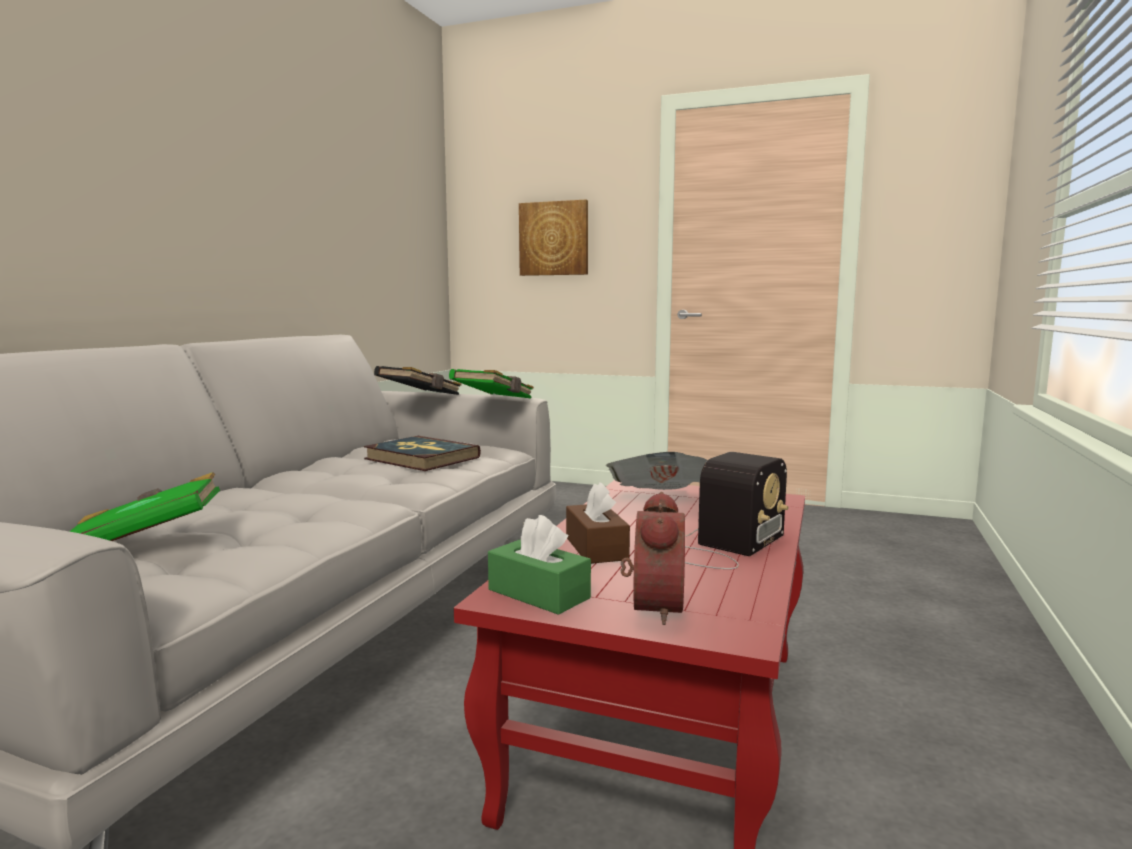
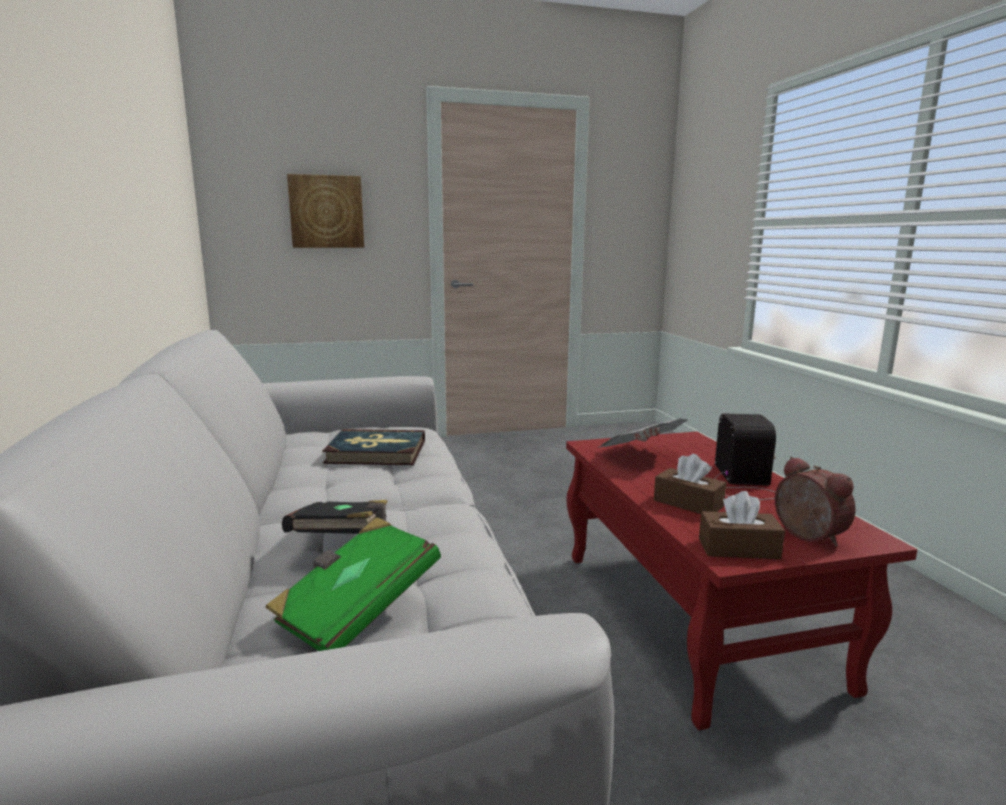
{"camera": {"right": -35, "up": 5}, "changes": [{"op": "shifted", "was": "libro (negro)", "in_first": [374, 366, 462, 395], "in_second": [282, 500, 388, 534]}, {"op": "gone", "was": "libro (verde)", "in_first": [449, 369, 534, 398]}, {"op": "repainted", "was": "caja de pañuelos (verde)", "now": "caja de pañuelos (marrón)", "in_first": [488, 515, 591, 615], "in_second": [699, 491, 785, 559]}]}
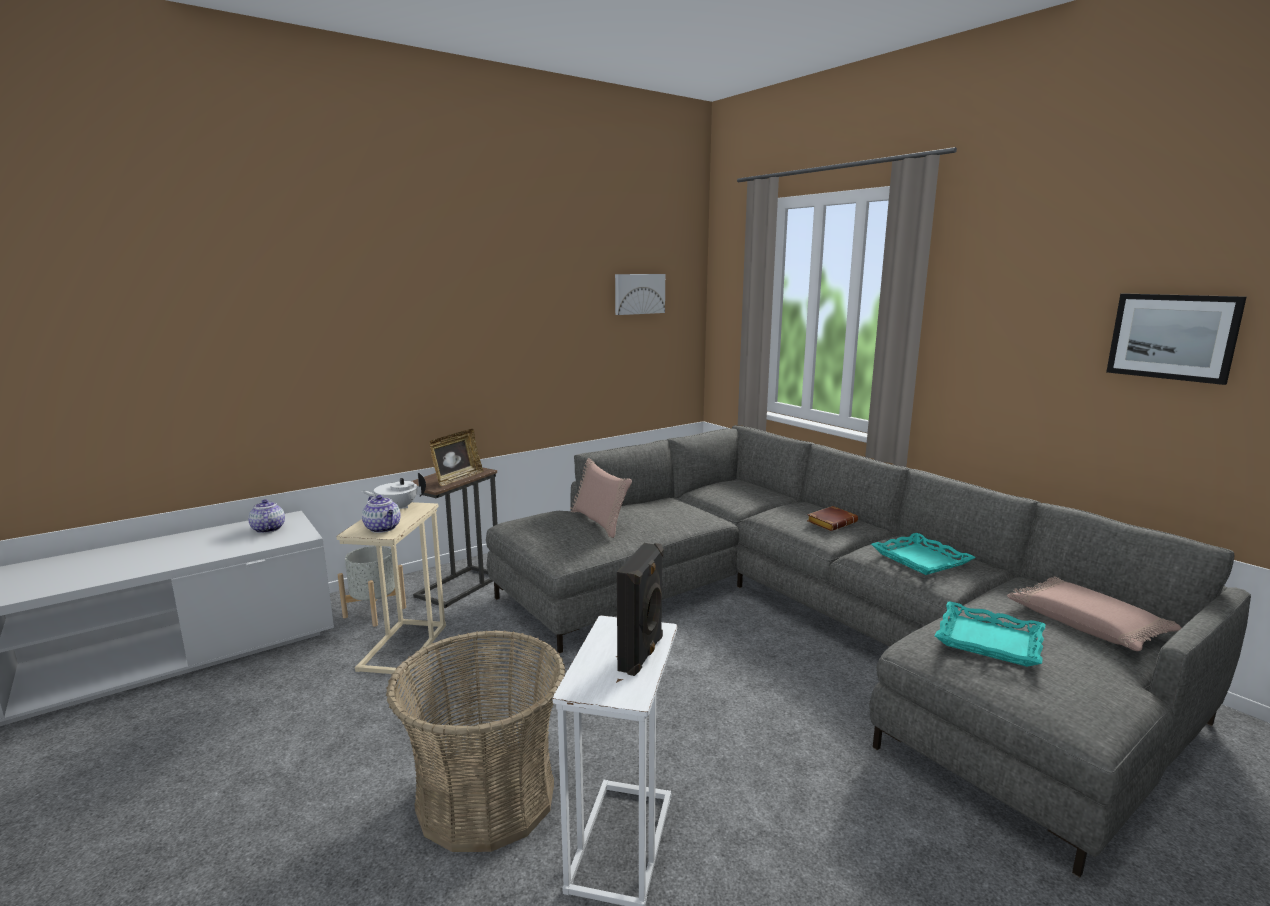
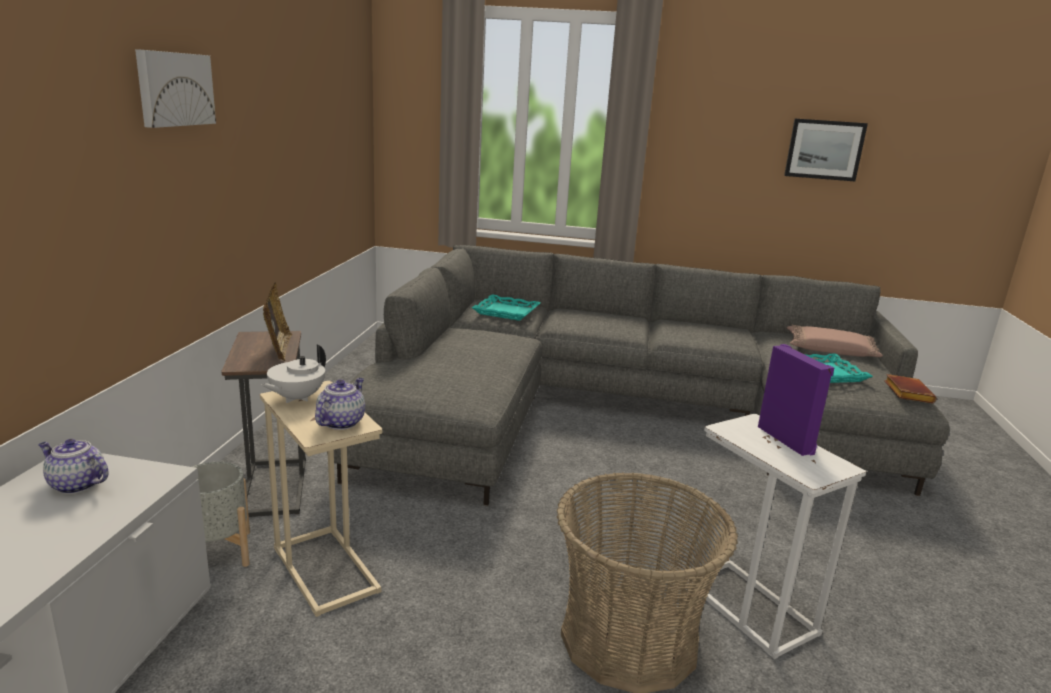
{"camera": {"right": -45, "up": 5}, "changes": [{"op": "shifted", "was": "cuadro", "in_first": [615, 274, 665, 315], "in_second": [135, 49, 216, 128]}, {"op": "gone", "was": "cojín (beis)", "in_first": [570, 458, 632, 538]}, {"op": "rotated", "was": "tetera", "in_first": [362, 495, 401, 533], "in_second": [315, 378, 365, 430], "clockwise": -75}, {"op": "shifted", "was": "libro (marrón)", "in_first": [807, 506, 858, 531], "in_second": [884, 374, 937, 403]}, {"op": "shifted", "was": "bandeja (turquesa)", "in_first": [871, 533, 976, 575], "in_second": [472, 294, 541, 321]}, {"op": "repainted", "was": "altavoz (negro)", "now": "altavoz (morado)", "in_first": [617, 543, 664, 676], "in_second": [758, 344, 834, 456]}]}
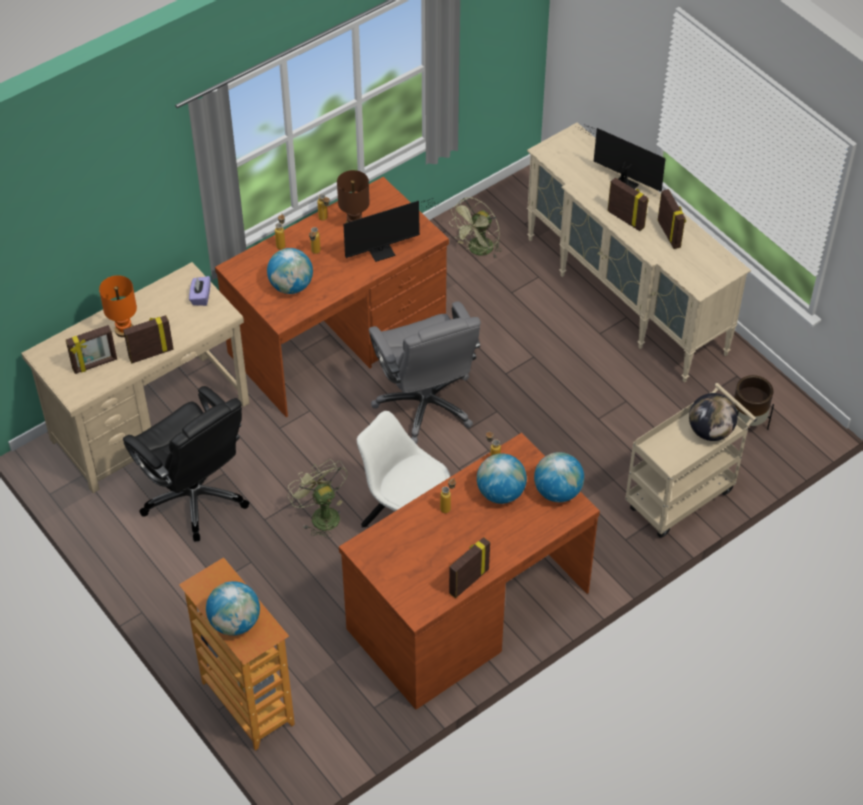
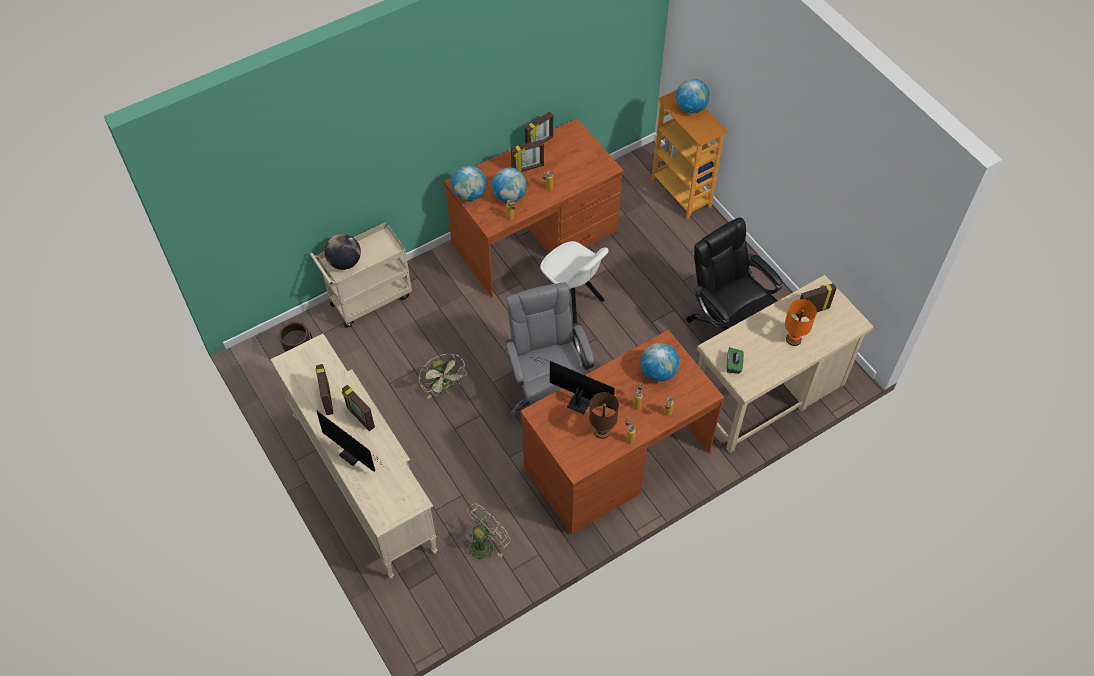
{"camera": {"right": -175, "up": 5}, "changes": [{"op": "rotated", "was": "monitor", "in_first": [343, 198, 443, 262], "in_second": [530, 357, 615, 414], "clockwise": 45}, {"op": "repainted", "was": "caja de pañuelos (morado)", "now": "caja de pañuelos (verde)", "in_first": [189, 276, 211, 306], "in_second": [727, 347, 744, 374]}, {"op": "shifted", "was": "portarretratos", "in_first": [123, 315, 174, 364], "in_second": [511, 140, 544, 172]}, {"op": "shifted", "was": "ventilador (verde)", "in_first": [288, 459, 348, 539], "in_second": [419, 354, 467, 399]}]}
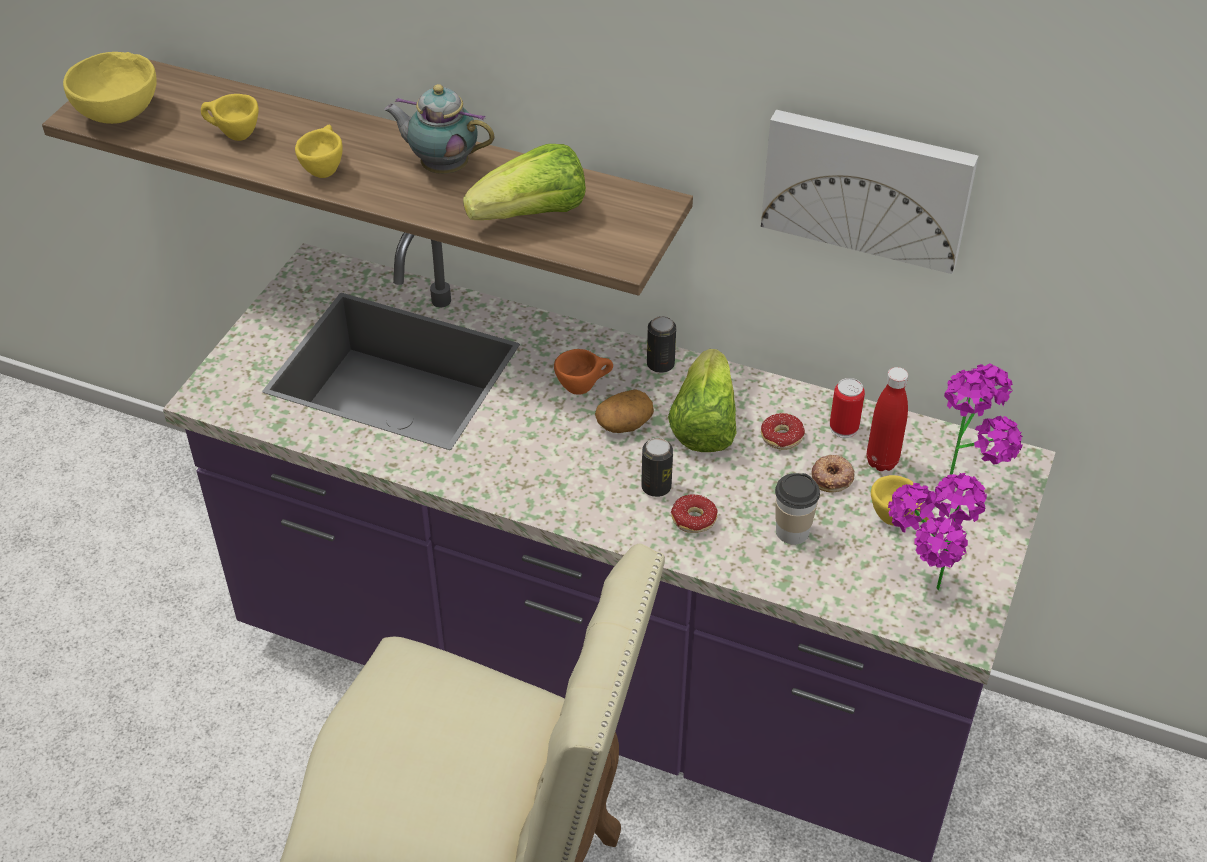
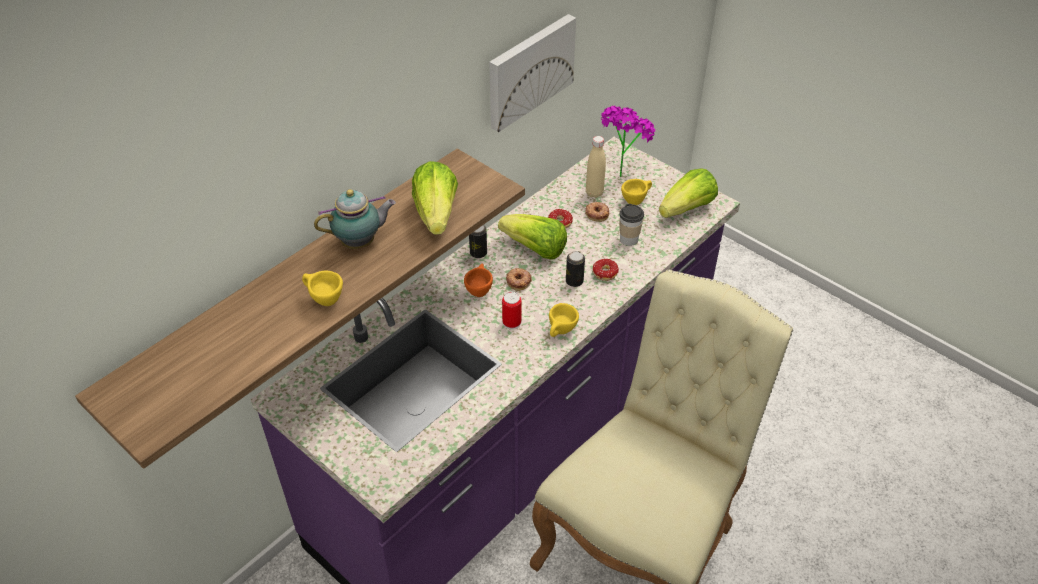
{"camera": {"right": -70, "up": 0}, "changes": [{"op": "gone", "was": "cuenco (amarillo)", "in_first": [63, 52, 157, 124]}, {"op": "rotated", "was": "tetera", "in_first": [384, 84, 495, 174], "in_second": [314, 189, 396, 249], "clockwise": -150}, {"op": "shifted", "was": "taza (amarillo)", "in_first": [201, 94, 259, 141], "in_second": [549, 303, 579, 337]}, {"op": "repainted", "was": "botella (rojo)", "now": "botella (beis)", "in_first": [867, 367, 908, 471], "in_second": [586, 136, 606, 198]}, {"op": "shifted", "was": "lata", "in_first": [830, 378, 865, 438], "in_second": [502, 292, 522, 330]}, {"op": "swapped", "was": "patata", "now": "rosquilla", "in_first": [595, 389, 654, 433], "in_second": [506, 268, 532, 291]}, {"op": "swapped", "was": "planta en maceta", "now": "lechuga", "in_first": [888, 473, 987, 590], "in_second": [659, 169, 718, 218]}]}
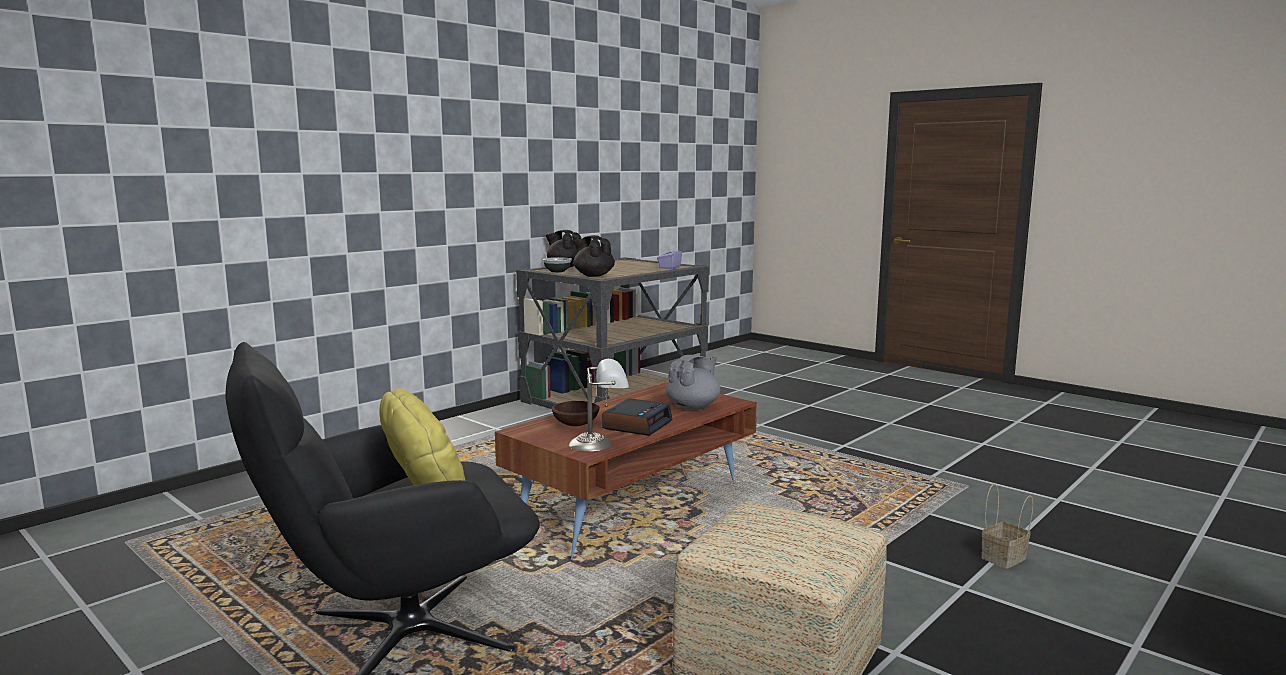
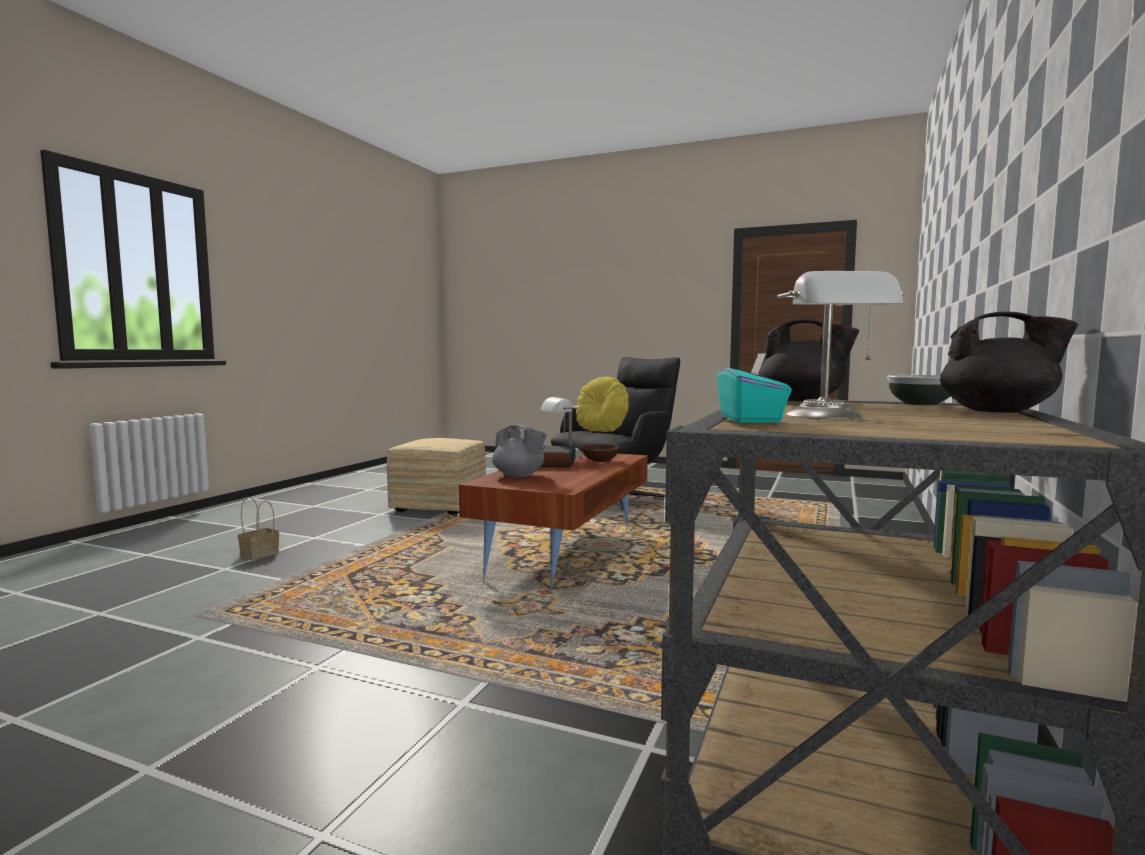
{"camera": {"right": 160, "up": -5}, "changes": [{"op": "repainted", "was": "caja de pañuelos (morado)", "now": "caja de pañuelos (turquesa)", "in_first": [657, 245, 682, 269], "in_second": [717, 352, 792, 423]}, {"op": "rotated", "was": "tetera (gris)", "in_first": [665, 355, 720, 410], "in_second": [492, 425, 547, 477], "clockwise": -75}, {"op": "new", "now": "lámpara de mesa (blanco)", "in_second": [777, 271, 904, 419]}]}
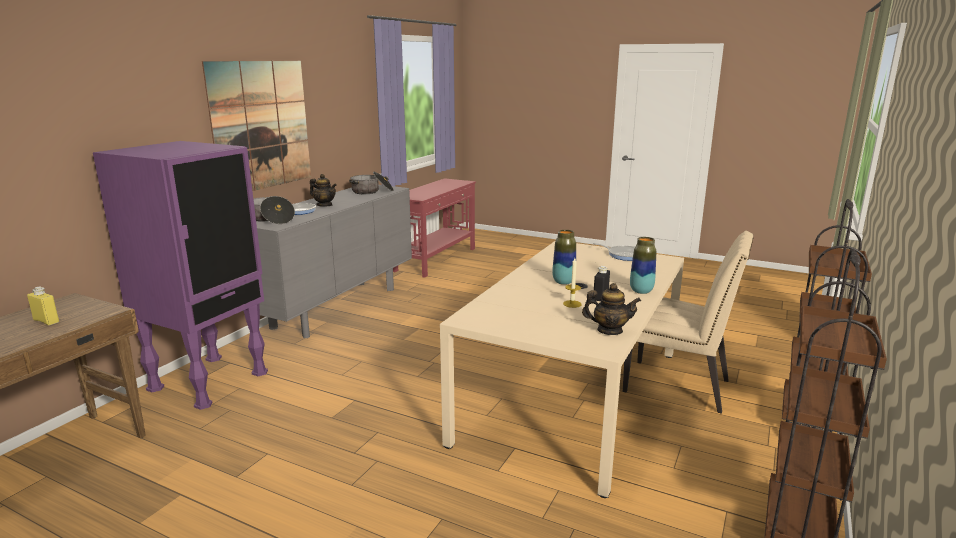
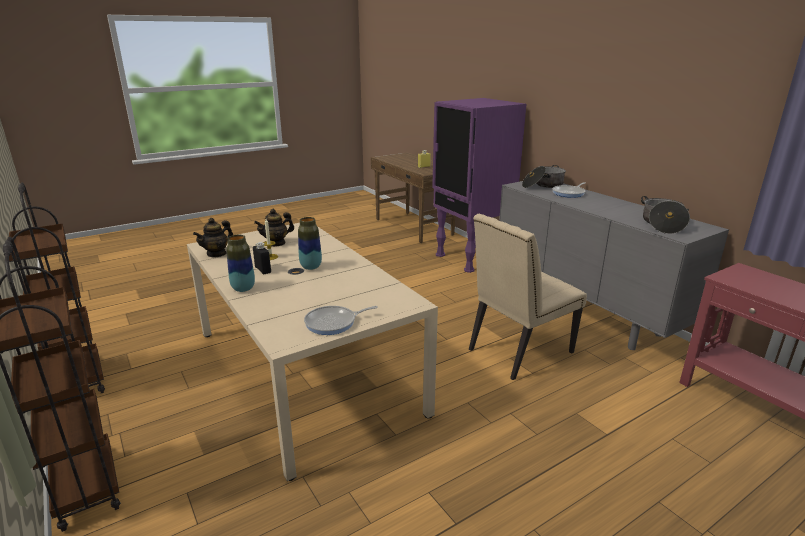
{"camera": {"right": 120, "up": 5}, "changes": [{"op": "gone", "was": "cuadro", "in_first": [202, 61, 311, 191]}, {"op": "shifted", "was": "tetera", "in_first": [310, 174, 337, 206], "in_second": [254, 209, 294, 247]}, {"op": "shifted", "was": "silla (beis)", "in_first": [623, 231, 753, 414], "in_second": [469, 214, 587, 380]}]}
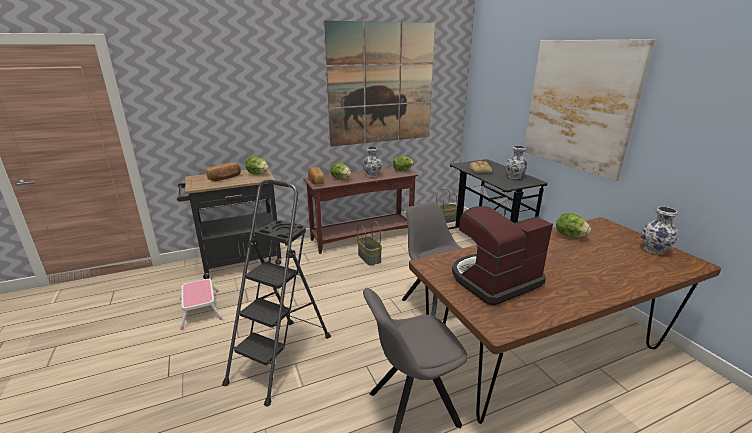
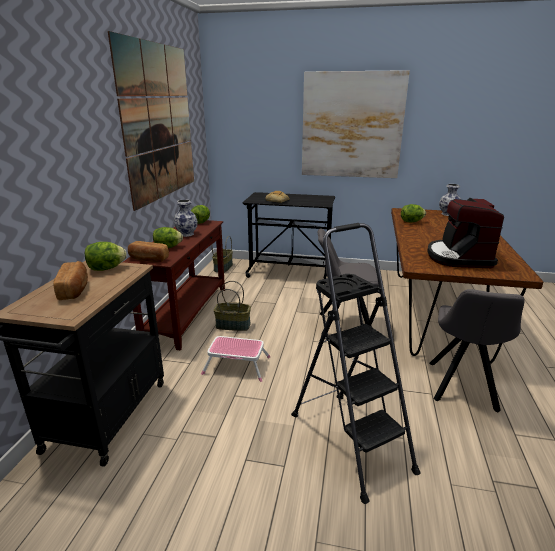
{"camera": {"right": -55, "up": 0}, "changes": [{"op": "gone", "was": "florero", "in_first": [506, 146, 528, 179]}, {"op": "shifted", "was": "escalera de tijera (rosa)", "in_first": [180, 279, 223, 330], "in_second": [201, 336, 270, 382]}]}
